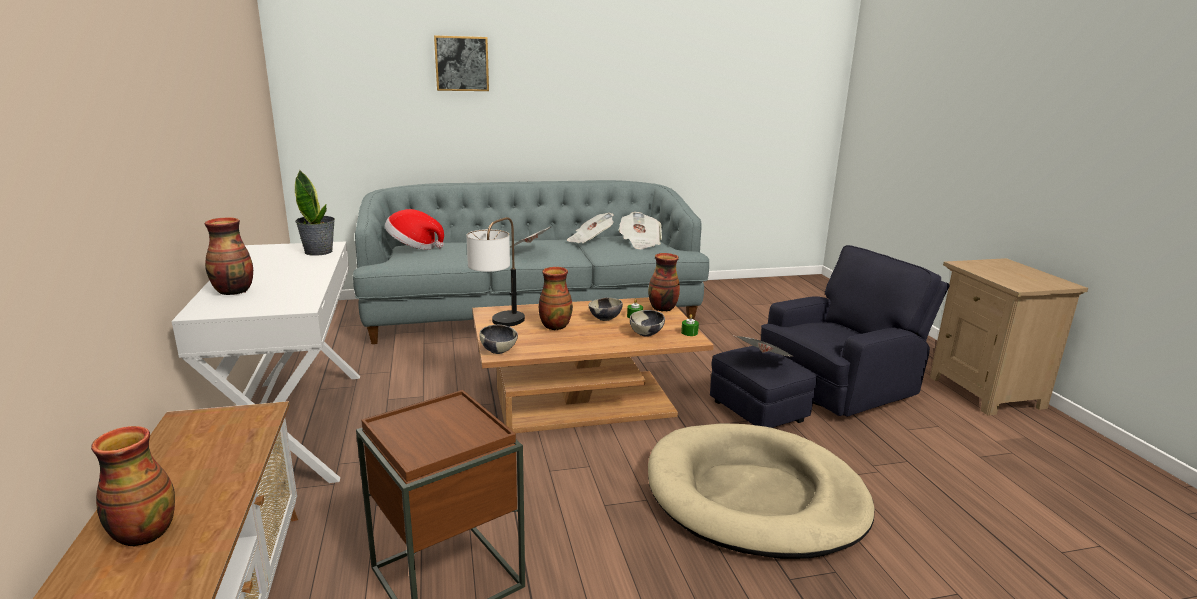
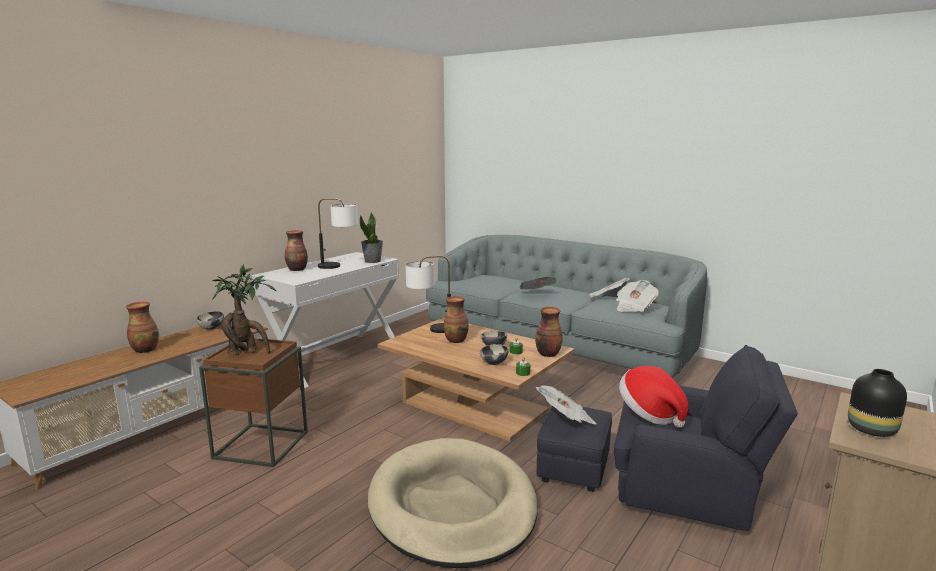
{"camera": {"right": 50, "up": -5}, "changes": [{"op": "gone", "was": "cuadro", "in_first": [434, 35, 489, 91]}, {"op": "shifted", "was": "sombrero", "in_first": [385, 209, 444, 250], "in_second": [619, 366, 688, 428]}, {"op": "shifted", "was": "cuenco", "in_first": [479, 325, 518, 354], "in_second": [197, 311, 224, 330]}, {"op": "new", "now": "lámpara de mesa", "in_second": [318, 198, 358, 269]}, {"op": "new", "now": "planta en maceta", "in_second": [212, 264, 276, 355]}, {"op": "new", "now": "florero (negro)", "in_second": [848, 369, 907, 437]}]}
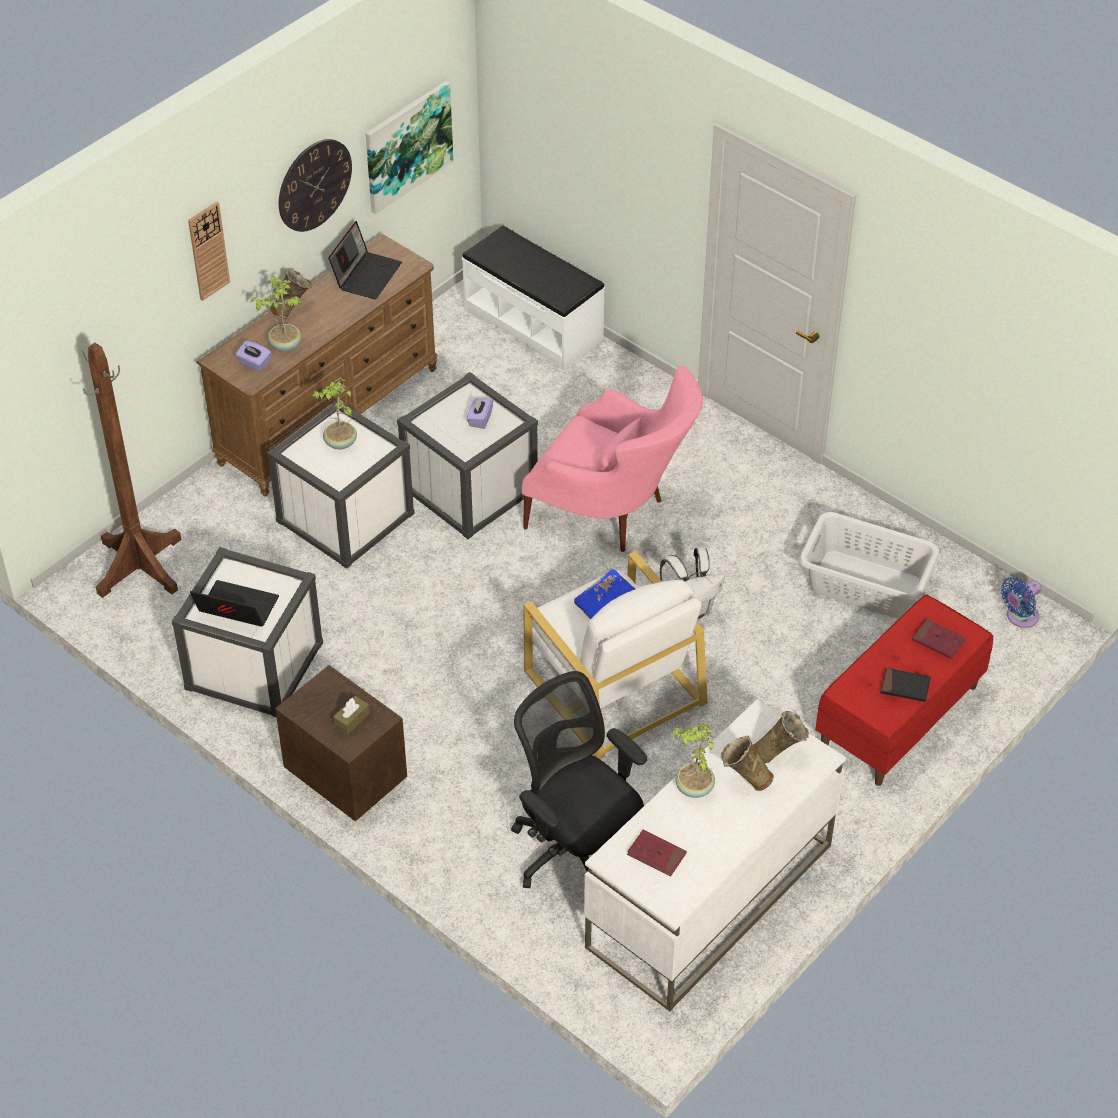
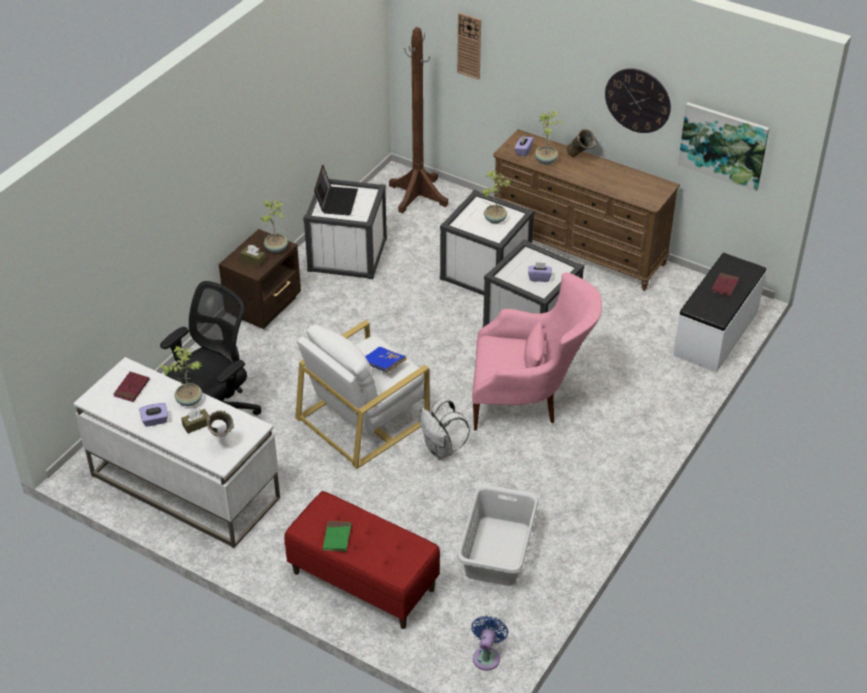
{"camera": {"right": 80, "up": -5}, "changes": [{"op": "shifted", "was": "reloj de pared", "in_first": [188, 202, 230, 301], "in_second": [457, 13, 481, 80]}, {"op": "gone", "was": "portátil", "in_first": [328, 221, 402, 299]}, {"op": "rotated", "was": "sillón (rosa)", "in_first": [522, 365, 703, 552], "in_second": [472, 273, 602, 431], "clockwise": -105}, {"op": "rotated", "was": "ventilador (azul)", "in_first": [1001, 577, 1041, 628], "in_second": [471, 616, 508, 671], "clockwise": 60}, {"op": "shifted", "was": "libro (rojo)", "in_first": [912, 619, 966, 659], "in_second": [711, 273, 739, 297]}, {"op": "repainted", "was": "libro (negro)", "now": "libro (verde)", "in_first": [880, 668, 931, 702], "in_second": [323, 521, 351, 551]}, {"op": "swapped", "was": "florero (beis)", "now": "caja de pañuelos (marrón)", "in_first": [721, 736, 774, 791], "in_second": [181, 408, 209, 433]}, {"op": "new", "now": "planta en maceta", "in_second": [261, 200, 288, 253]}, {"op": "new", "now": "caja de pañuelos (morado)", "in_second": [139, 403, 168, 427]}]}
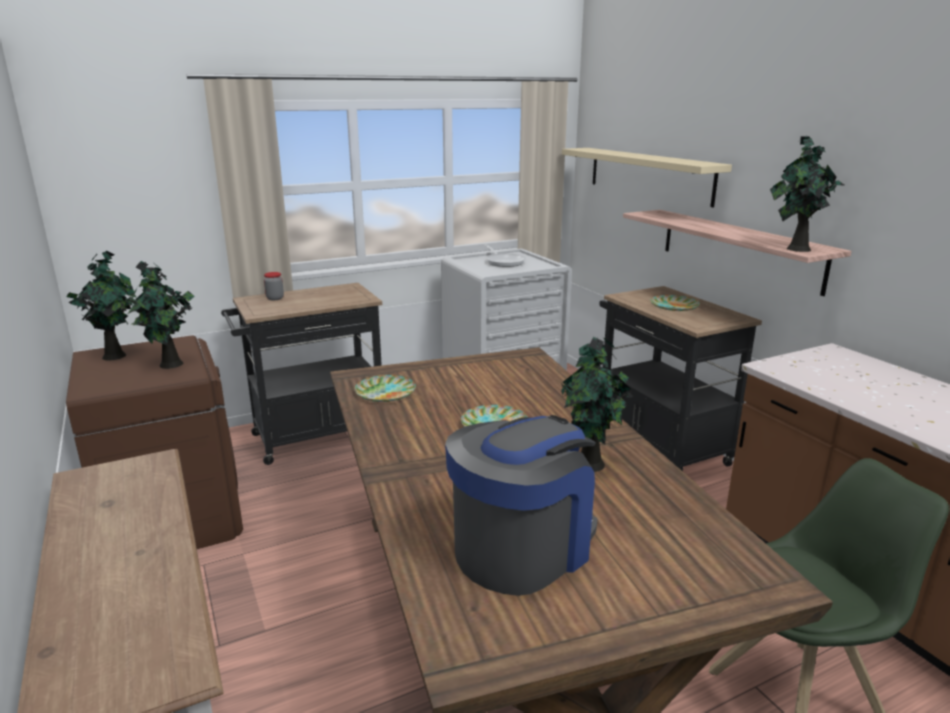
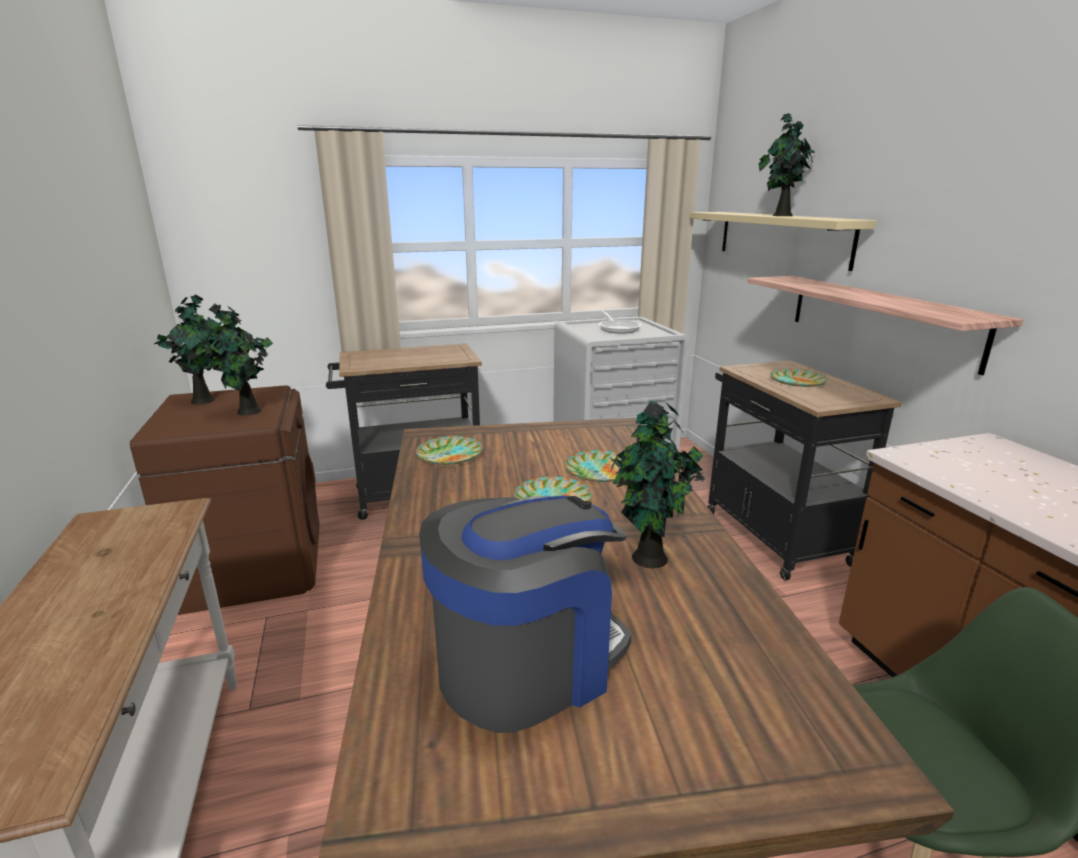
{"camera": {"right": 10, "up": 0}, "changes": [{"op": "shifted", "was": "planta en maceta", "in_first": [770, 136, 845, 252], "in_second": [758, 113, 815, 216]}, {"op": "gone", "was": "tarro", "in_first": [264, 272, 284, 300]}, {"op": "new", "now": "plato", "in_second": [565, 450, 622, 482]}]}
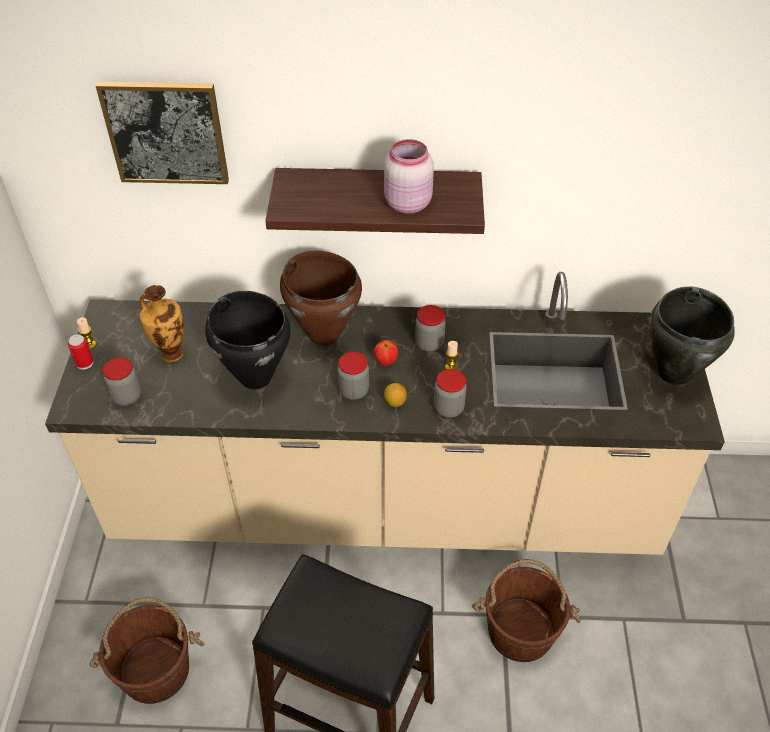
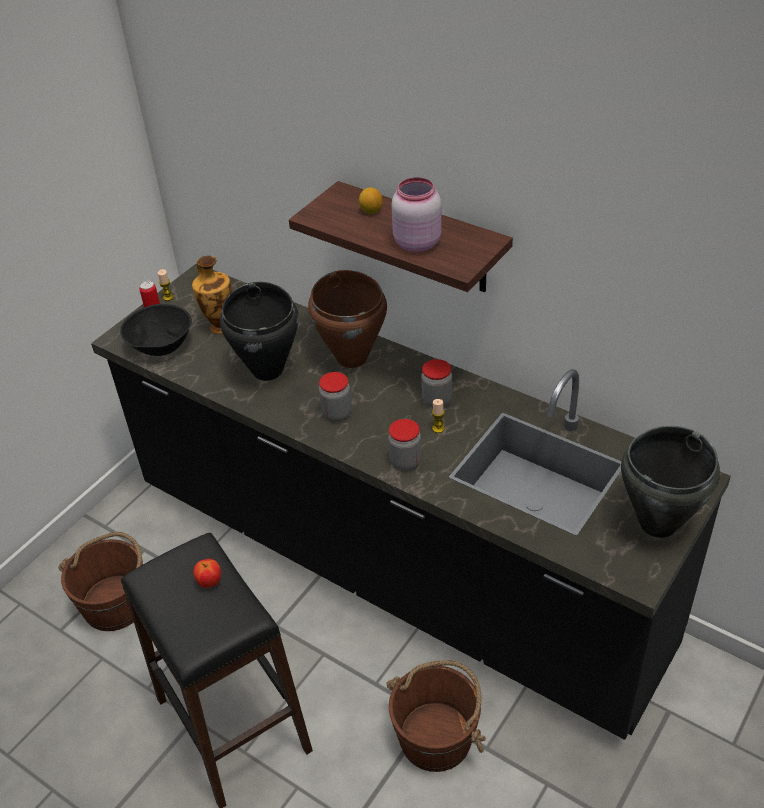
{"camera": {"right": 35, "up": -5}, "changes": [{"op": "gone", "was": "cuadro", "in_first": [96, 82, 229, 184]}, {"op": "repainted", "was": "mueble bajo de cocina (beis)", "now": "mueble bajo de cocina (negro)", "in_first": [45, 272, 725, 555], "in_second": [91, 263, 731, 740]}, {"op": "shifted", "was": "manzana", "in_first": [374, 340, 398, 366], "in_second": [193, 559, 221, 588]}, {"op": "swapped", "was": "tarro", "now": "cuenco (negro)", "in_first": [102, 357, 141, 406], "in_second": [120, 304, 192, 356]}, {"op": "shifted", "was": "limón", "in_first": [384, 383, 407, 407], "in_second": [359, 187, 383, 214]}]}
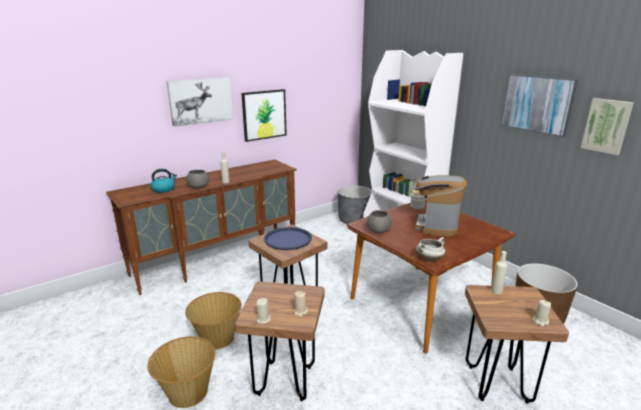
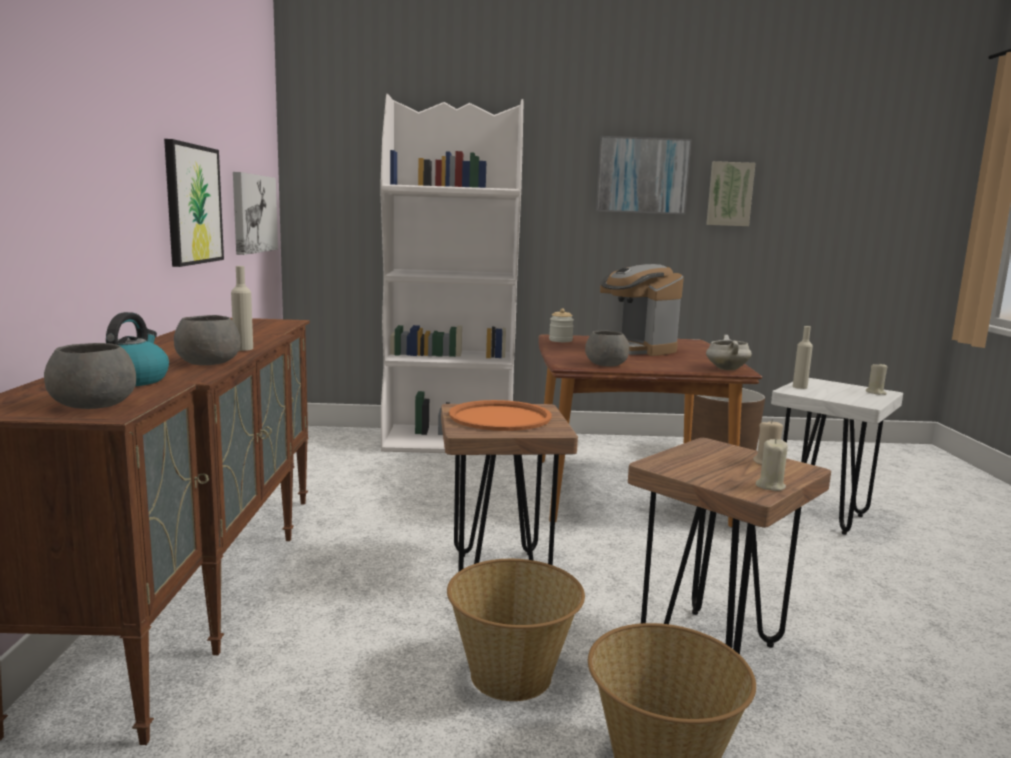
{"camera": {"right": -55, "up": -10}, "changes": [{"op": "shifted", "was": "cuadro", "in_first": [167, 77, 233, 127], "in_second": [233, 172, 278, 255]}, {"op": "gone", "was": "maceta (gris)", "in_first": [338, 185, 372, 224]}, {"op": "repainted", "was": "bandeja (azul)", "now": "bandeja (naranja)", "in_first": [264, 227, 312, 250], "in_second": [449, 400, 552, 431]}, {"op": "repainted", "was": "taburete (marrón)", "now": "taburete (blanco)", "in_first": [465, 285, 569, 404], "in_second": [771, 378, 903, 535]}, {"op": "new", "now": "cuenco (gris)", "in_second": [44, 343, 136, 409]}]}
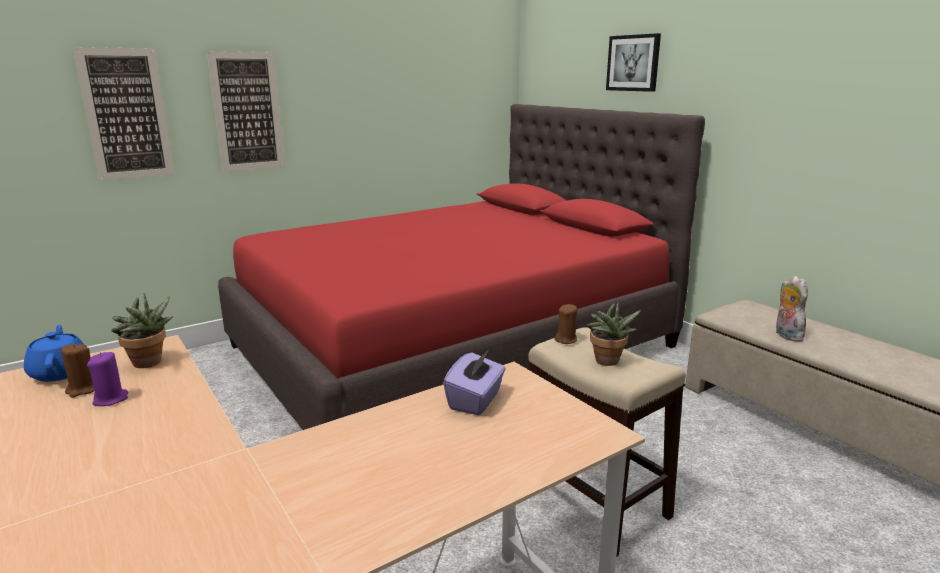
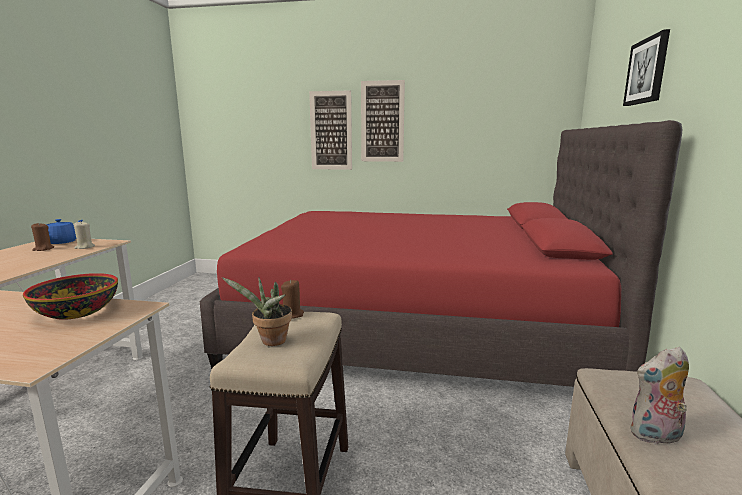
{"camera": {"right": 45, "up": -5}, "changes": [{"op": "shifted", "was": "cuadro", "in_first": [73, 47, 175, 181], "in_second": [361, 80, 405, 162]}, {"op": "rotated", "was": "peluche", "in_first": [776, 276, 808, 342], "in_second": [630, 347, 689, 444], "clockwise": -135}, {"op": "swapped", "was": "planta en maceta", "now": "vela (beis)", "in_first": [111, 293, 173, 368], "in_second": [74, 221, 95, 249]}, {"op": "swapped", "was": "caja de pañuelos (morado)", "now": "cuenco", "in_first": [443, 351, 506, 415], "in_second": [23, 273, 118, 320]}, {"op": "gone", "was": "vela (morado)", "in_first": [87, 352, 128, 406]}]}
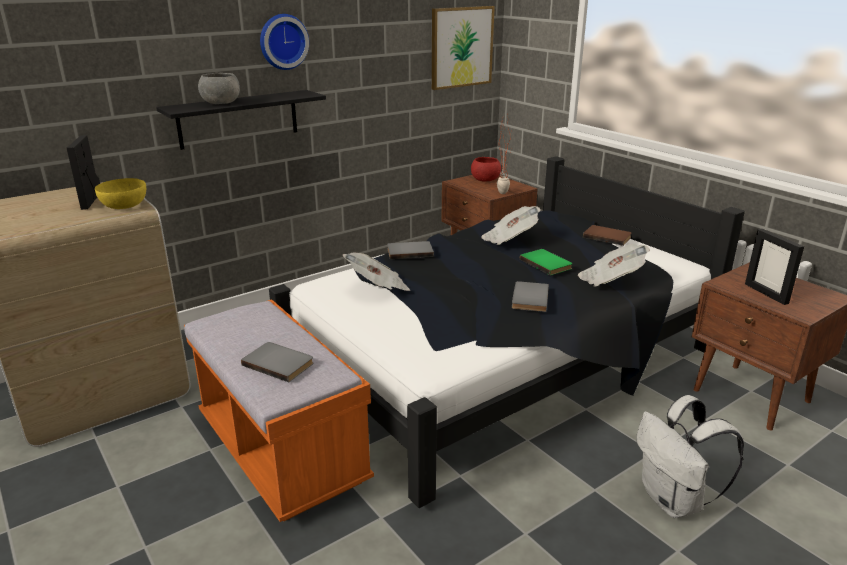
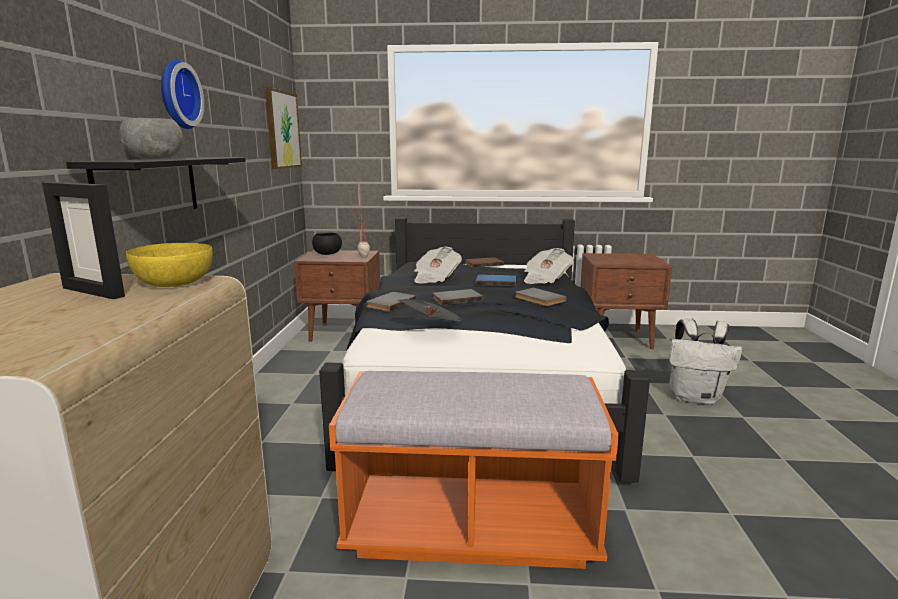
{"camera": {"right": -50, "up": -10}, "changes": [{"op": "repainted", "was": "cuenco (rojo)", "now": "cuenco (negro)", "in_first": [471, 157, 501, 182], "in_second": [312, 233, 342, 255]}, {"op": "gone", "was": "portarretratos", "in_first": [745, 229, 804, 305]}, {"op": "repainted", "was": "libro (verde)", "now": "libro (azul)", "in_first": [520, 249, 573, 276], "in_second": [476, 274, 516, 286]}, {"op": "shifted", "was": "libro (gris)", "in_first": [241, 342, 313, 382], "in_second": [433, 289, 483, 305]}]}
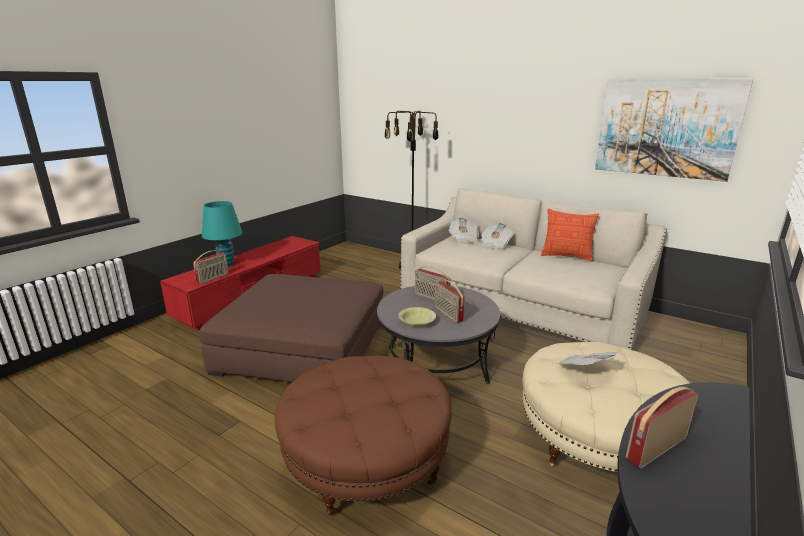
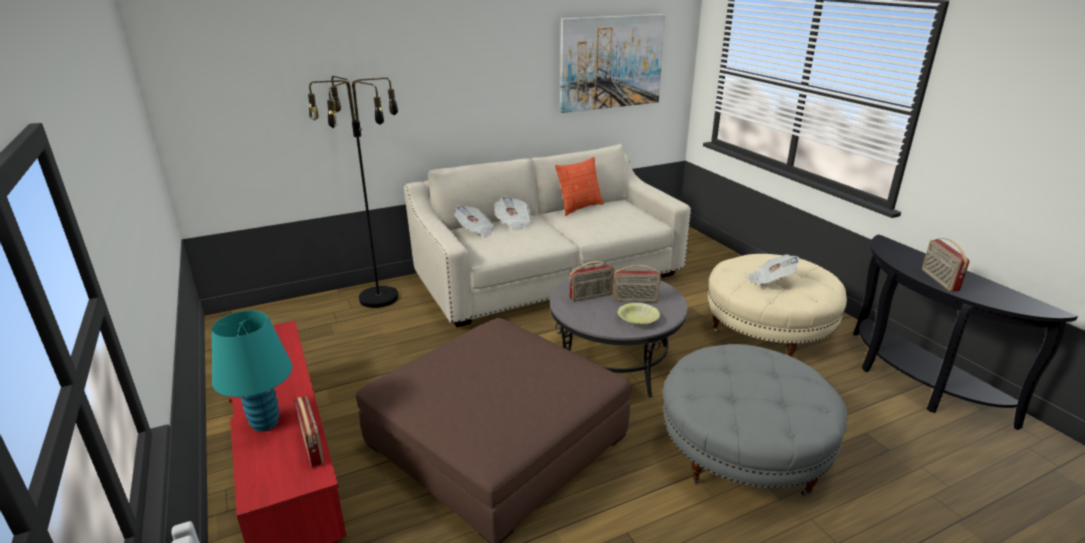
{"camera": {"right": -60, "up": 5}, "changes": [{"op": "repainted", "was": "puf (marrón)", "now": "puf (gris)", "in_first": [275, 356, 452, 516], "in_second": [663, 344, 847, 496]}]}
